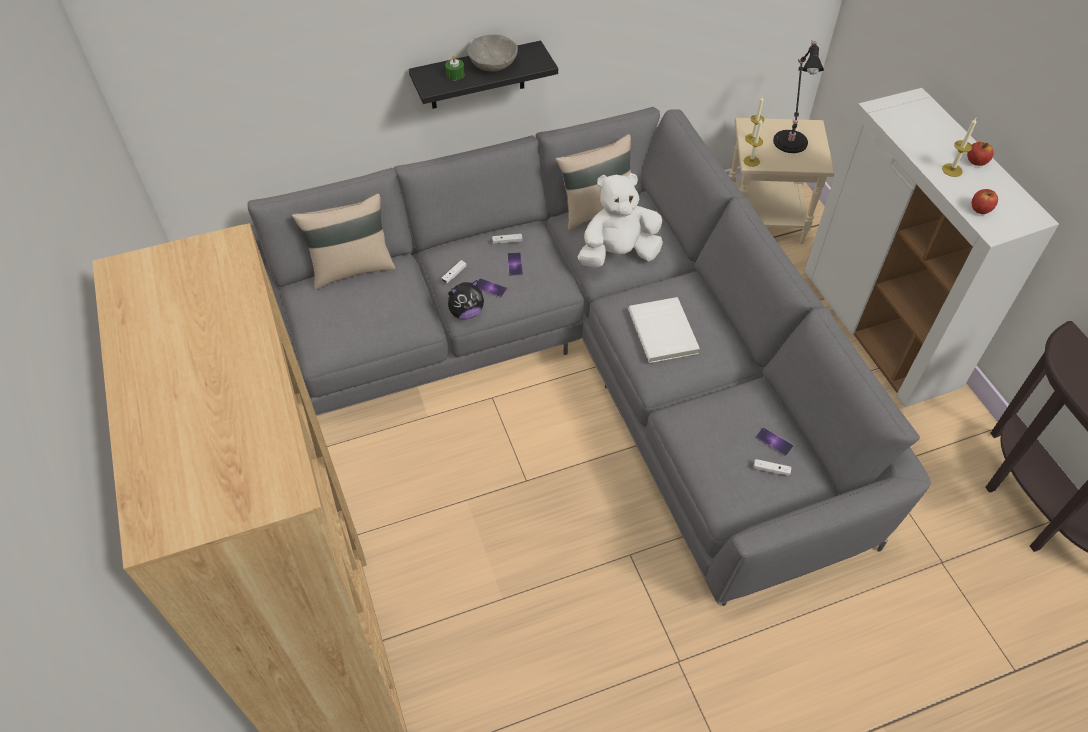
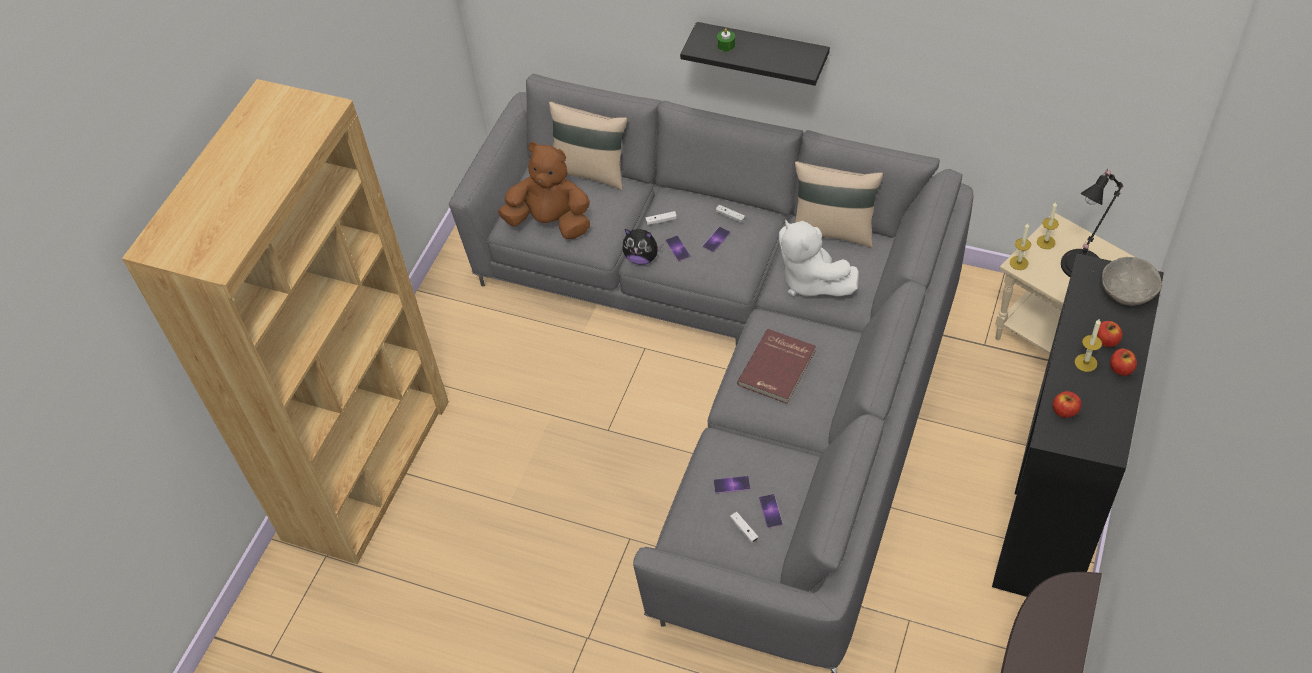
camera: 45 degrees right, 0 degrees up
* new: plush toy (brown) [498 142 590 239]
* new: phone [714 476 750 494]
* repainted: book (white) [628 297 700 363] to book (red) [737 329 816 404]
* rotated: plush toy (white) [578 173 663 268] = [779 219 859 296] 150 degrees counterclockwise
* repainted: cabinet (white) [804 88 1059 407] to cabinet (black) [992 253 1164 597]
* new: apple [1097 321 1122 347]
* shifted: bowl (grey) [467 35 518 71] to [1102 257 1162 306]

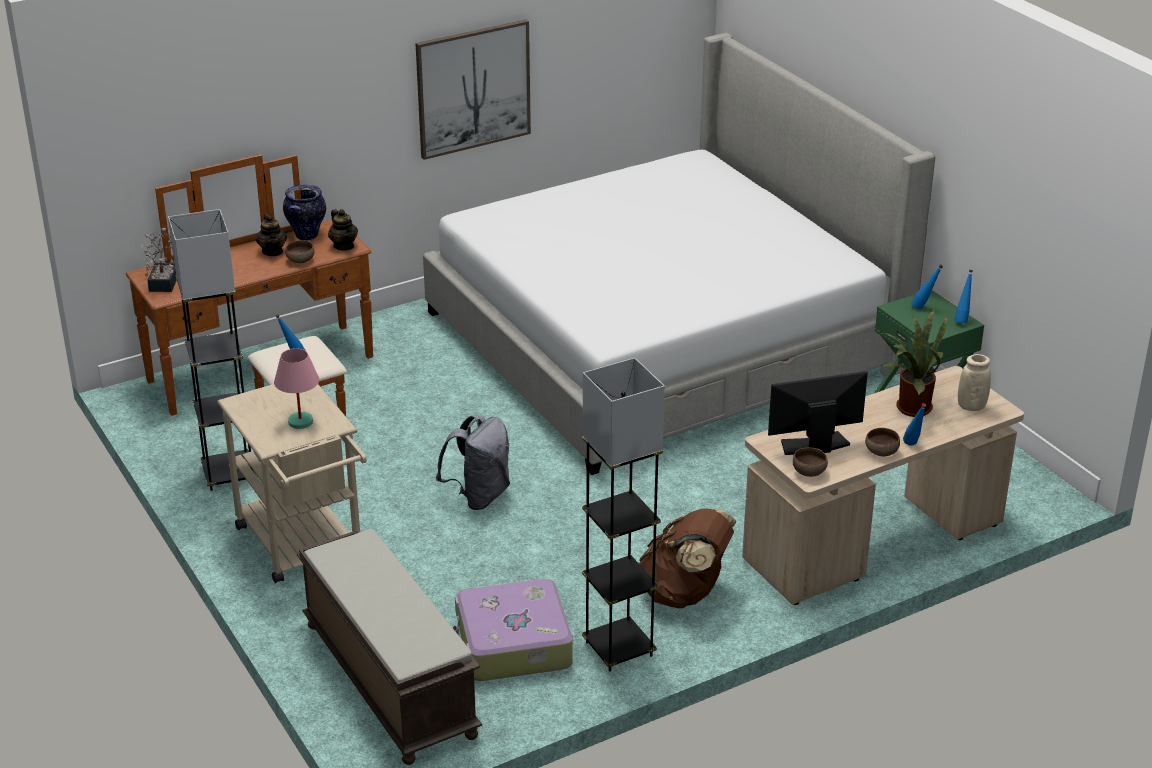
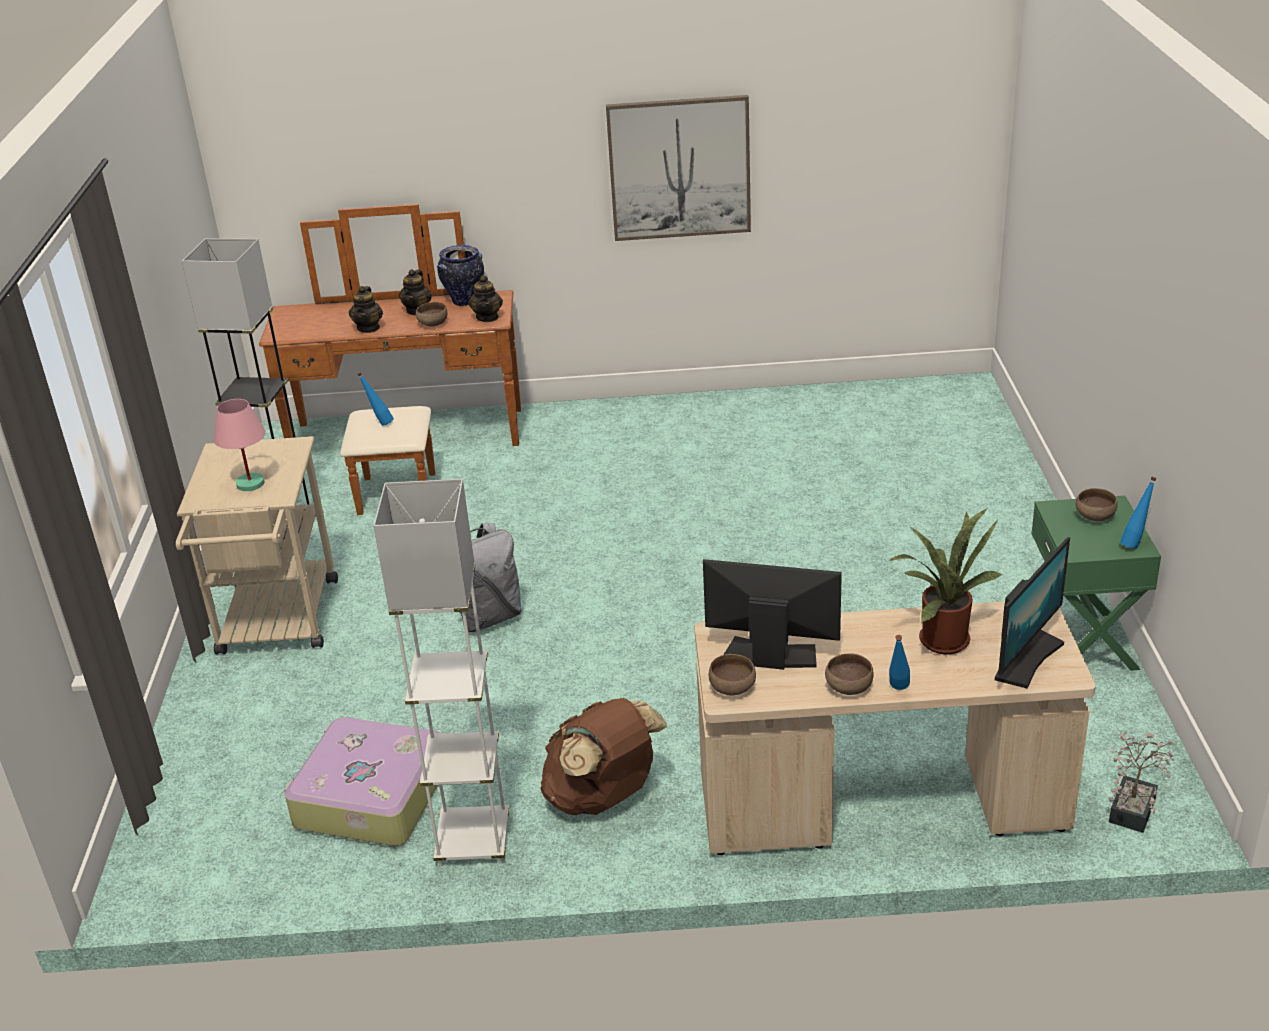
camera: 30 degrees right, 0 degrees up
* new: teapot [349 286 383 333]
* repainted: floor lamp (black) [582 358 665 672] to floor lamp (white) [373 479 509 866]
* swapped: vase (beige) [958 354 991 411] to monitor [995 537 1070 689]
* swapped: bottle (blue) [911 264 943 310] to bowl (brown) [1076 488 1118 521]
* shifted: potted plant [141 228 177 292] to [1109 731 1174 833]
* gone: bench (brown) [297 529 482 765]
* gone: bed [423 33 935 475]

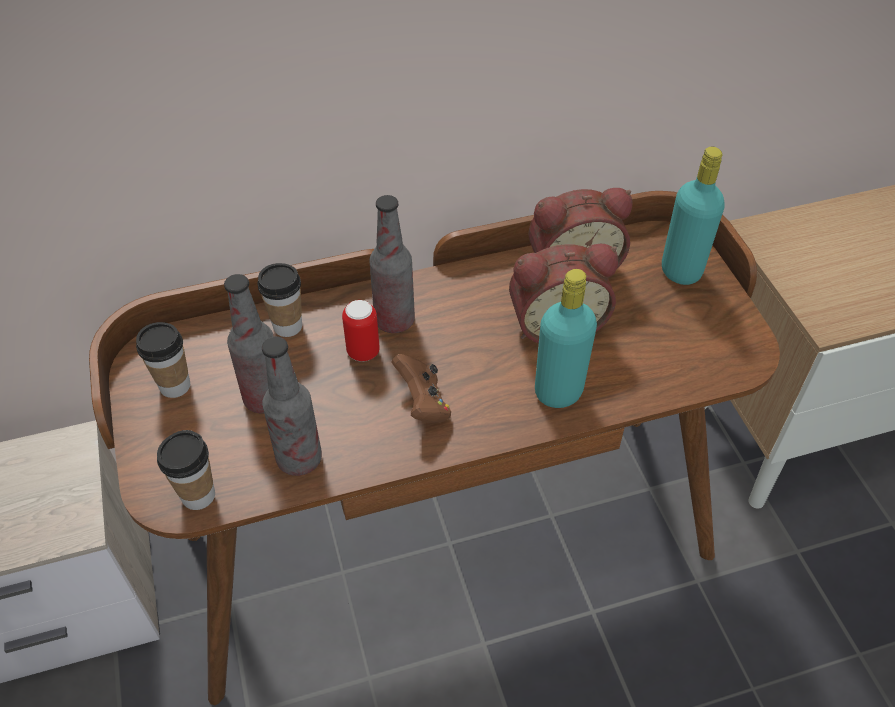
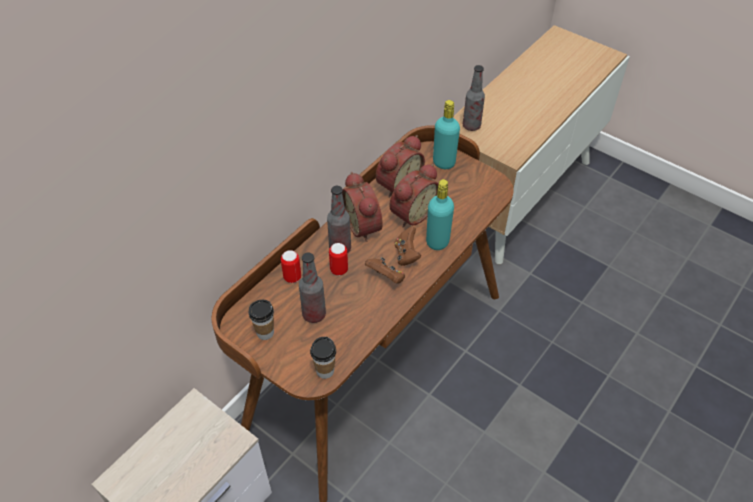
camera: 35 degrees left, 0 degrees up
* swapped: cup [258 263 302 337] to can [281 250 301 283]
* new: alarm clock [342 172 383 242]
* new: game controller (brown) [395 227 421 266]
* shifted: bottle [262 336 322 476] to [463 65 485 131]

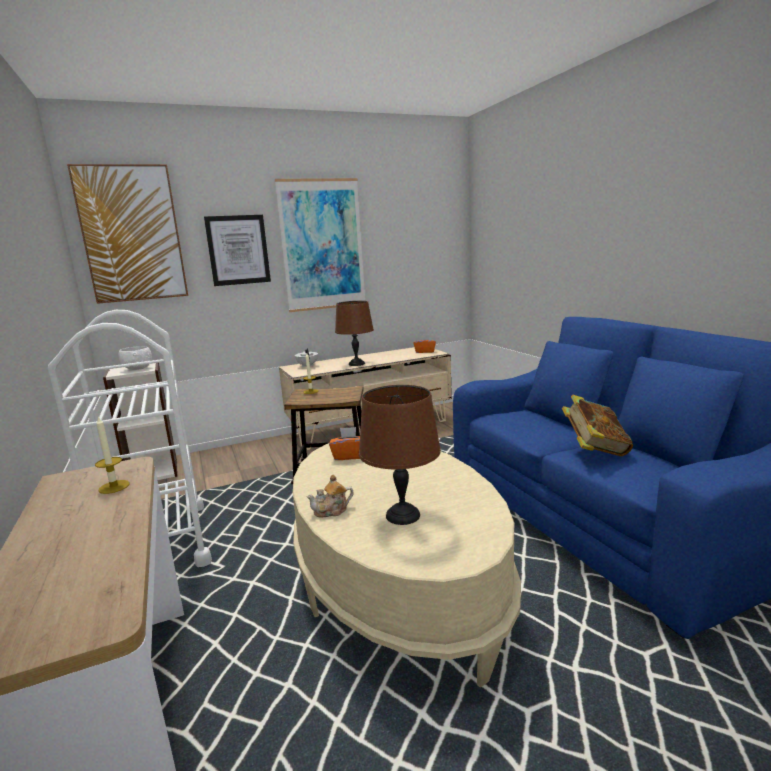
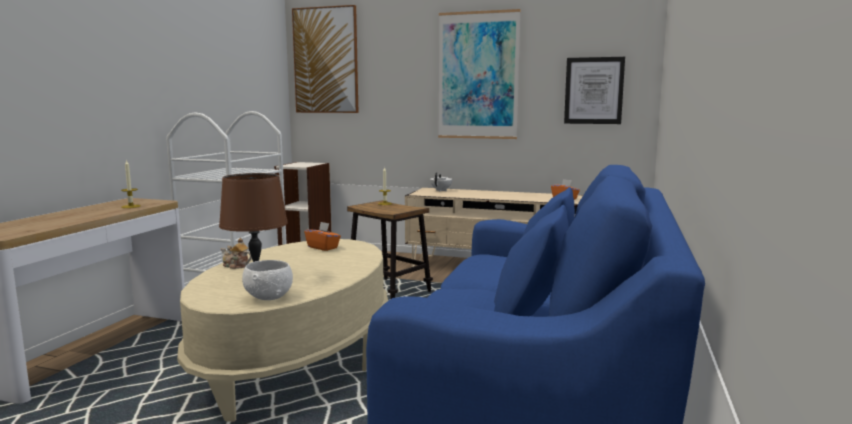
camera: 40 degrees right, 5 degrees down
* shifted: bowl (white) [118 346 152 370] to [242 260 293 300]
* shifted: picture [204 215 271 286] to [564 57 625 124]
* gone: table lamp (brown) [335 301 374 366]
* gone: book [562 395 633 456]

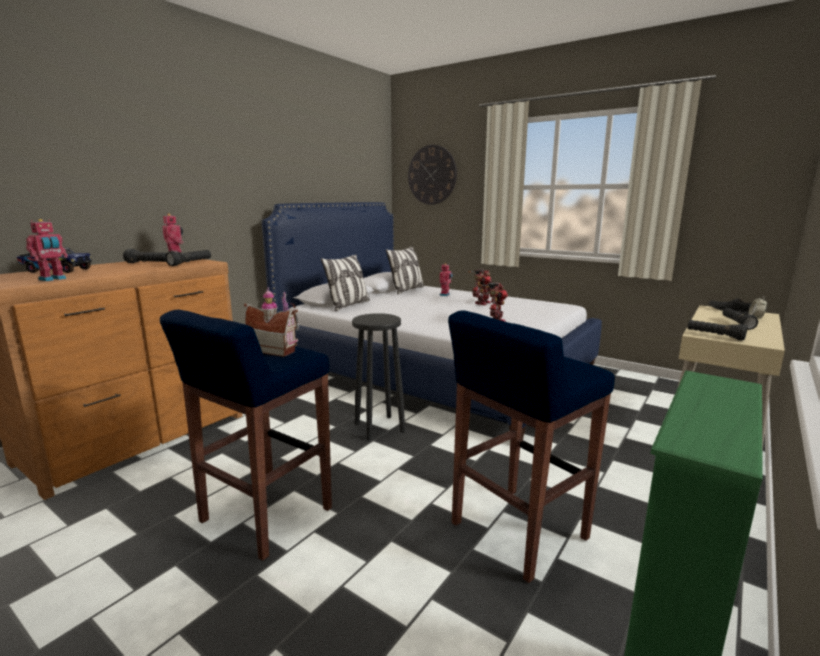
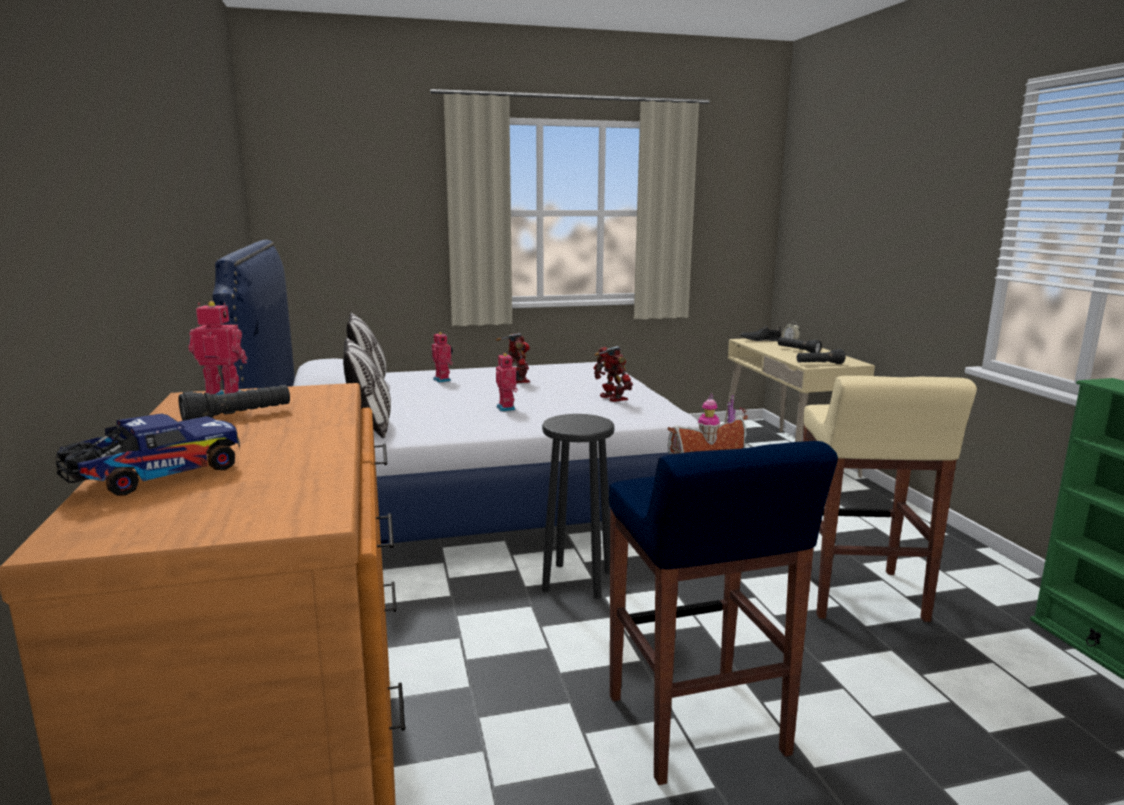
camera: 50 degrees left, 0 degrees up
* shifted: toy robot [26 219 68 281] to [496 353 519 412]
* repainted: stool (blue) [448 310 615 583] to stool (beige) [803 376 977 622]
* gone: flashlight (black) [165 250 211 266]
* gone: wall clock [408 145 457 205]

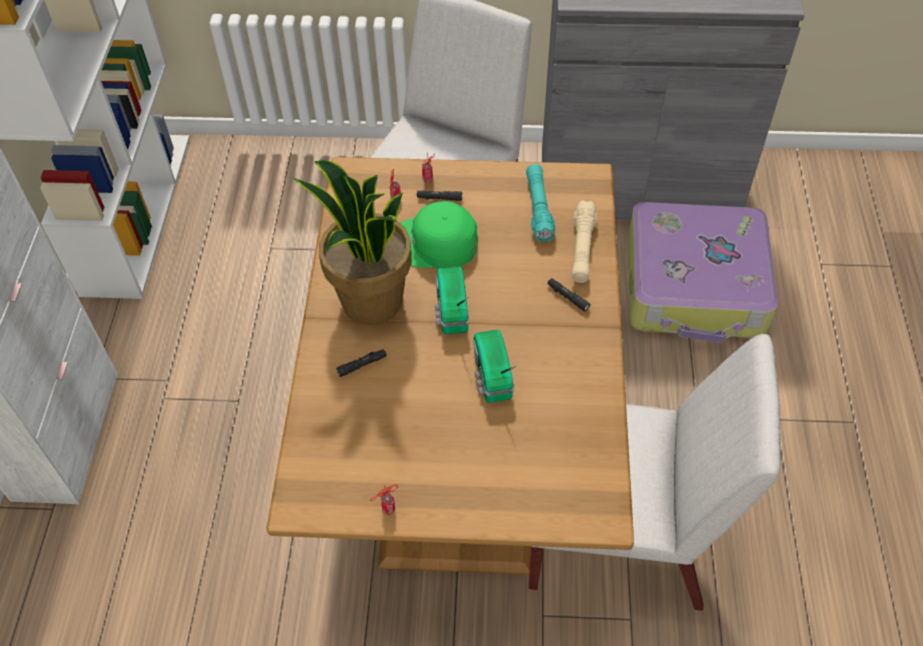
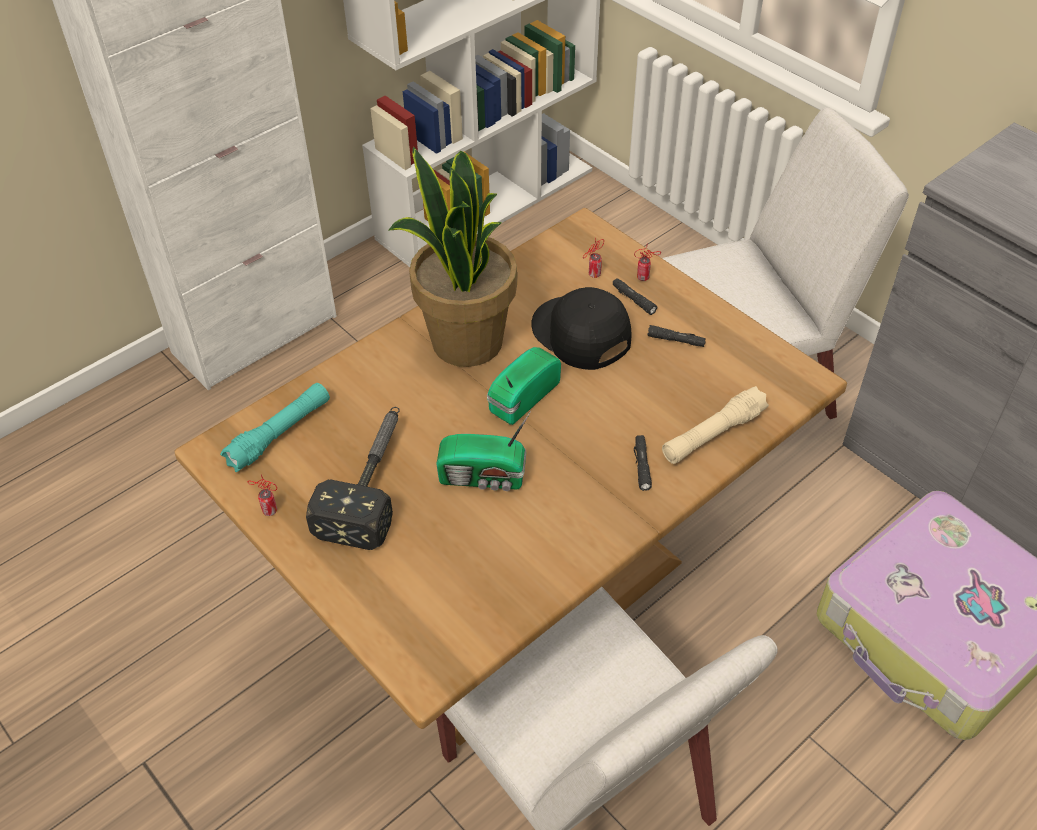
camera: 45 degrees right, 5 degrees down
* shifted: flashlight (turquoise) [526 164 555 242] to [220 383 330 472]
* new: hammer [306 407 400 550]
* rotated: radio [474 330 516 403] = [436 411 531 491] 120 degrees counterclockwise
* repainted: cap (green) [400 201 478 268] to cap (black) [532 287 632 370]
* shifted: flashlight (black) [336 349 386 377] to [648 325 706 347]

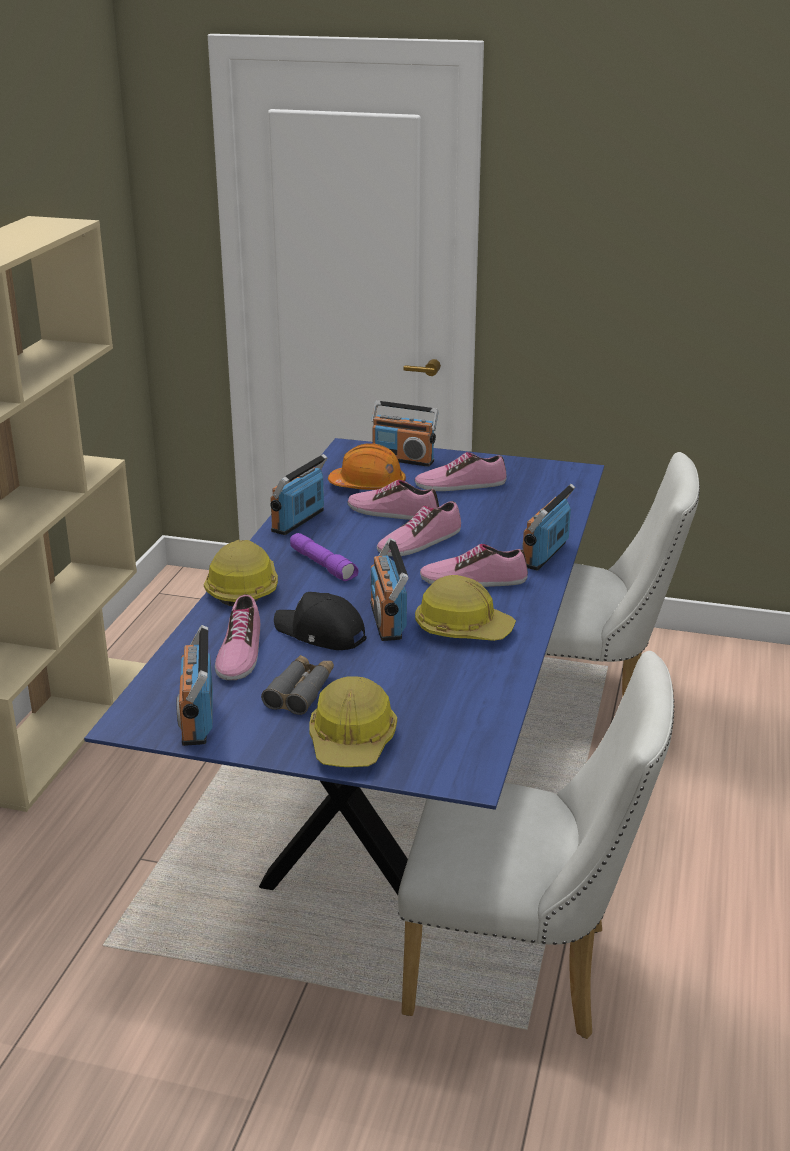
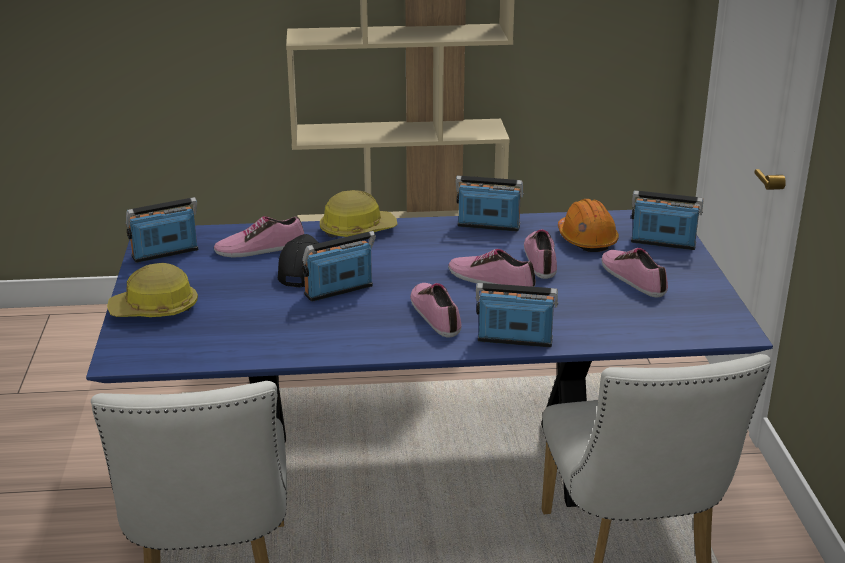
camera: 70 degrees right, 0 degrees up
* rotated: radio [371 401 439 467] = [631 190 704 250] 105 degrees clockwise
* gone: binoculars (grey) [261 655 334 715]
* gone: flashlight (purple) [290 533 359 581]
* gone: hard hat [415 575 516 641]

